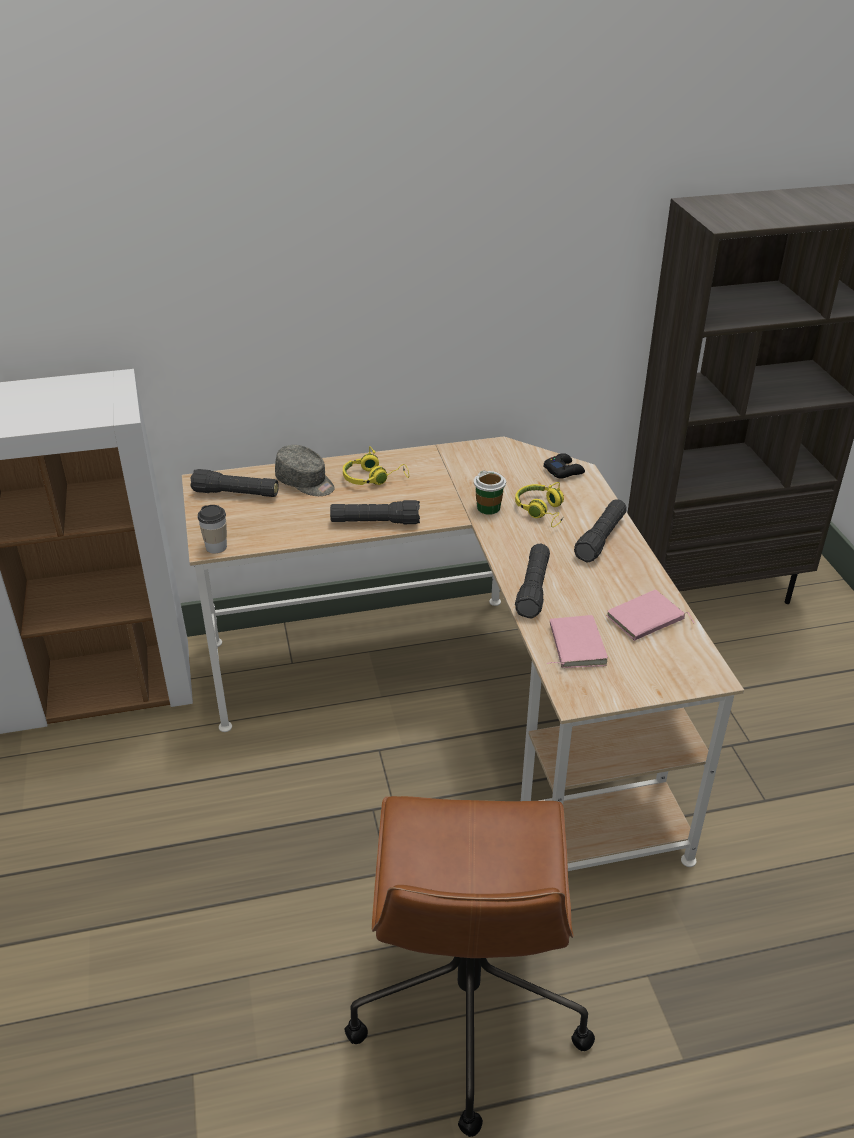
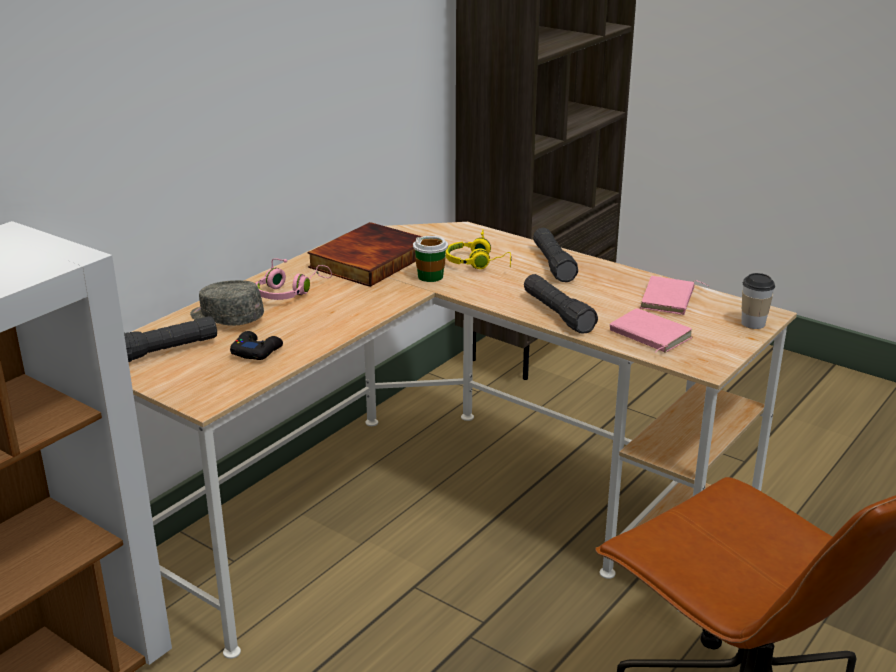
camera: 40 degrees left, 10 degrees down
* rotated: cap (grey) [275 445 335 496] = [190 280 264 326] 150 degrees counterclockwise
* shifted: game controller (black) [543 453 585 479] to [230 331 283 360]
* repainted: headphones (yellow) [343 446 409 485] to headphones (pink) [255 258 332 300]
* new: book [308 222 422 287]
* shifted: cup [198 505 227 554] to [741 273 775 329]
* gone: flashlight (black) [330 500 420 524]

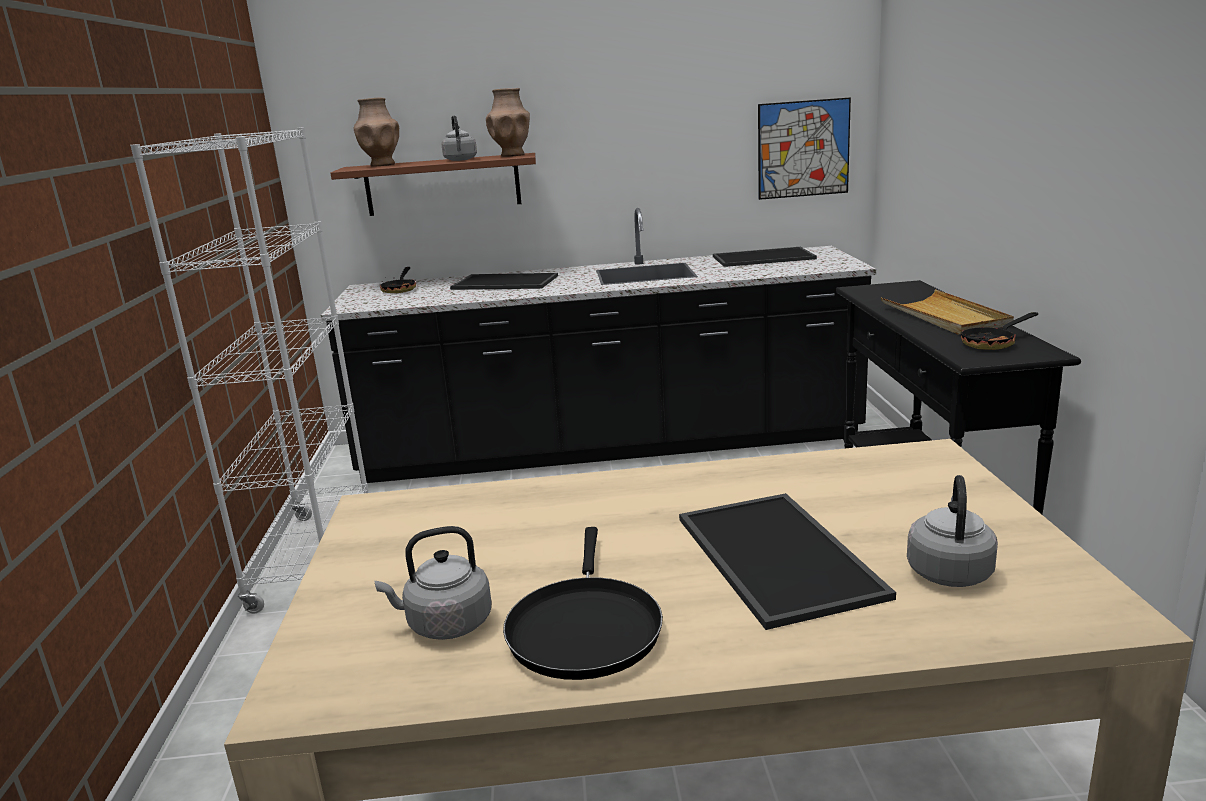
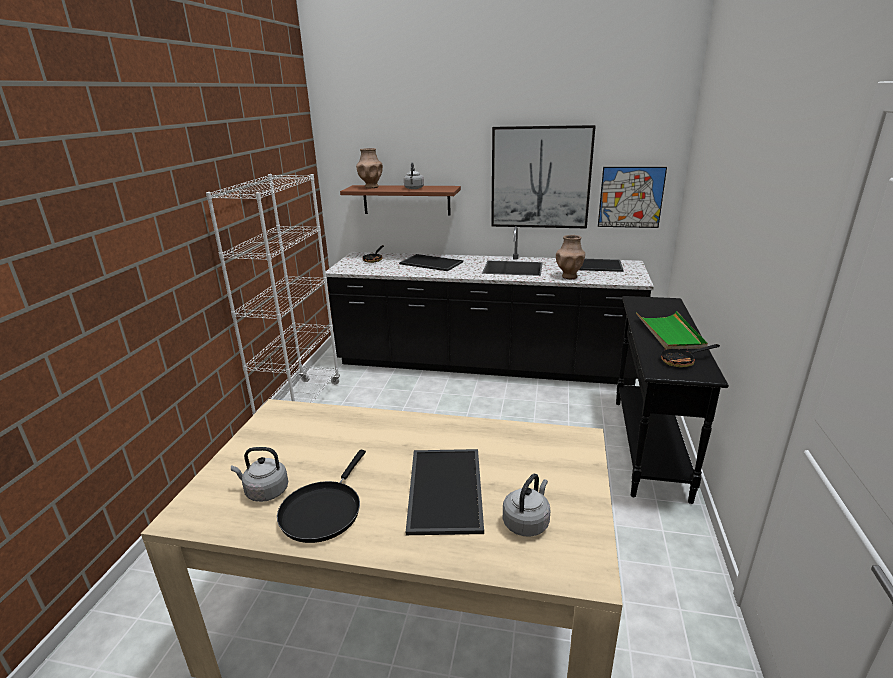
camera: 15 degrees right, 5 degrees up
* new: picture [491 125 596 228]
* shifted: vase (brown) [486 88 530 157] to [556 235 585 279]
* repainted: tray (beige) [881 289 1014 335] to tray (green) [636 311 708 350]

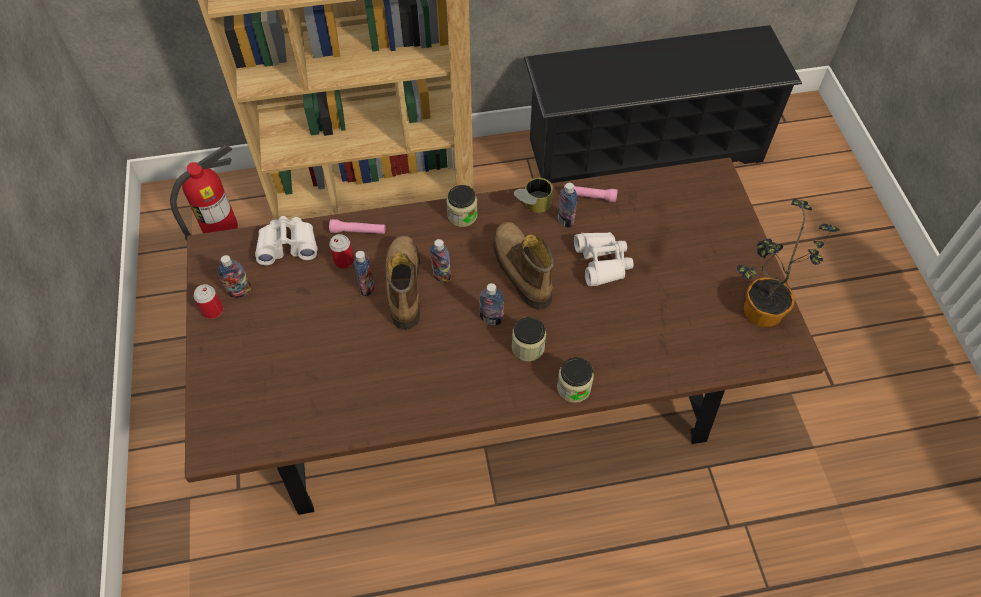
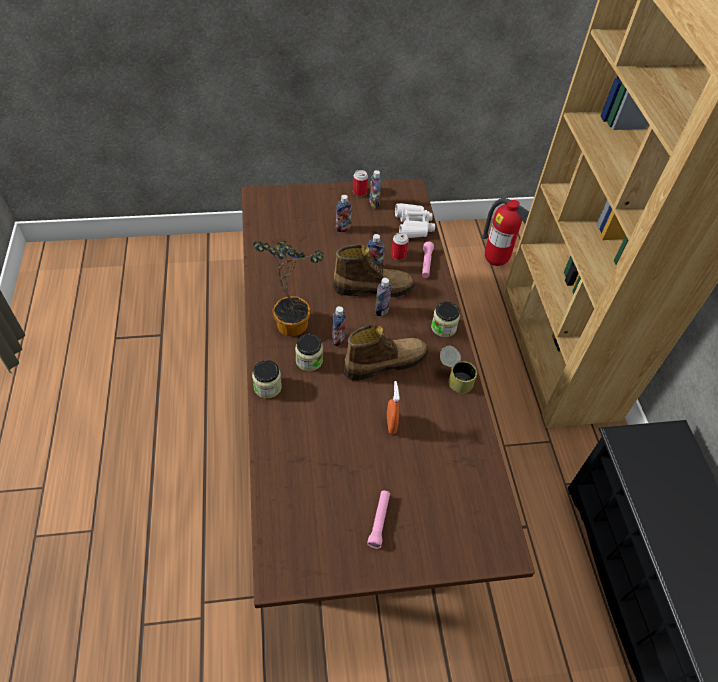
camera: 90 degrees right, 5 degrees down
* shifted: potted plant [737 199 840 327] to [253 240 324 336]
* shifted: bottle [558 183 577 228] to [336 195 352 232]
* shifted: flashlight (pink) [564 185 618 202] to [367 490 390 549]
* swapped: binoculars (white) [574 232 634 286] to spray bottle (orange) [387 381 400 434]

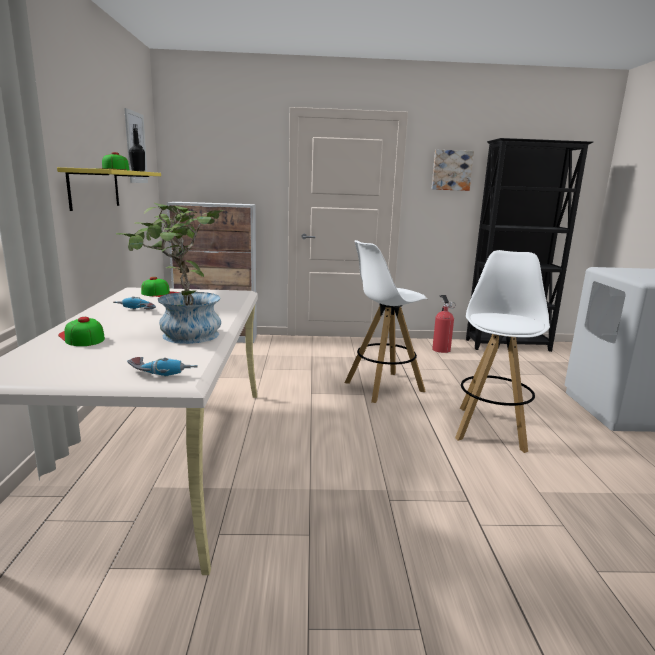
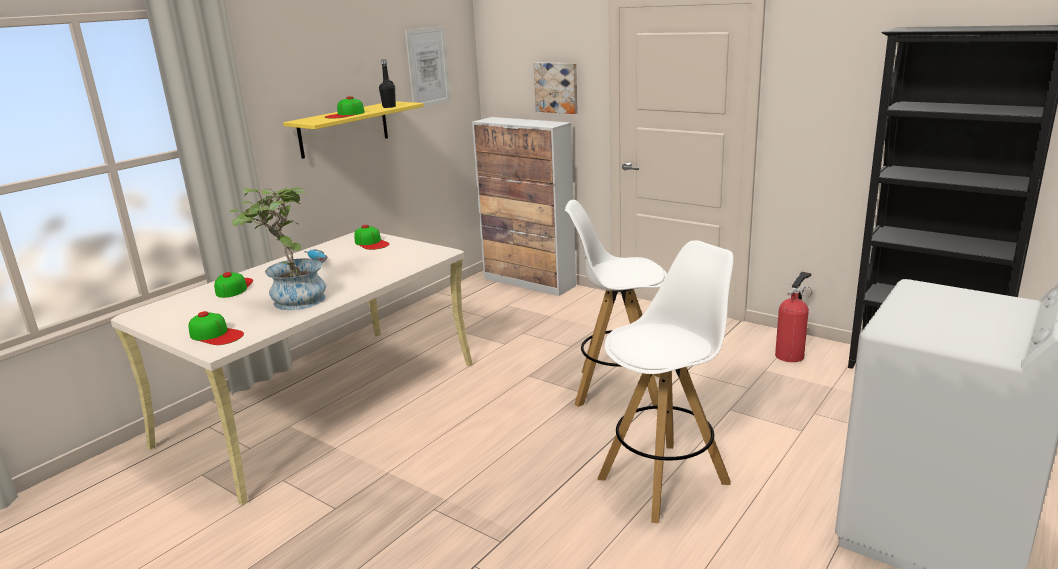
camera: 40 degrees right, 5 degrees up
* swapped: power drill [127 357 198 376] to cap [188 311 244 345]
* shifted: picture [432 150 474 191] to [533 63 578 114]

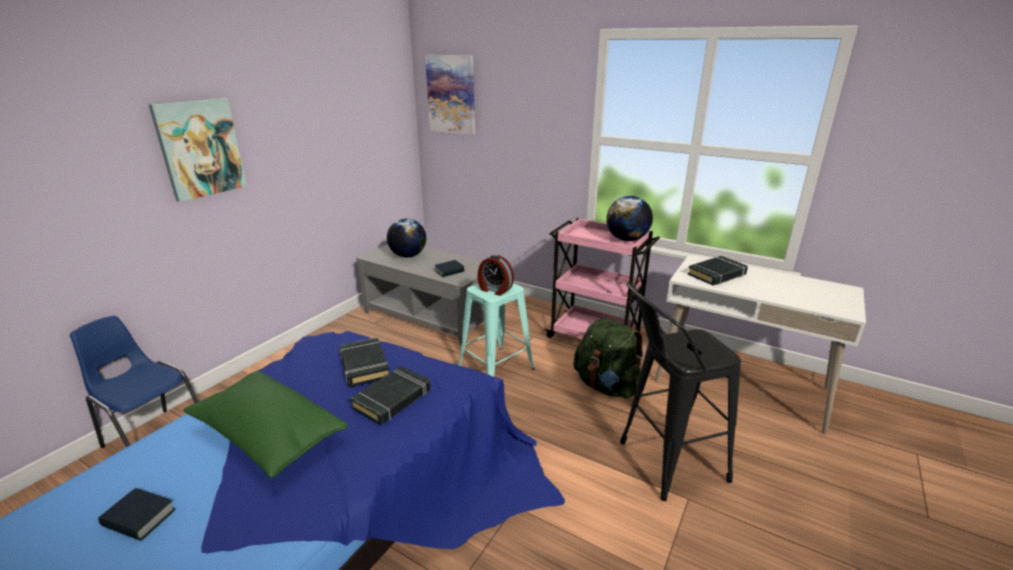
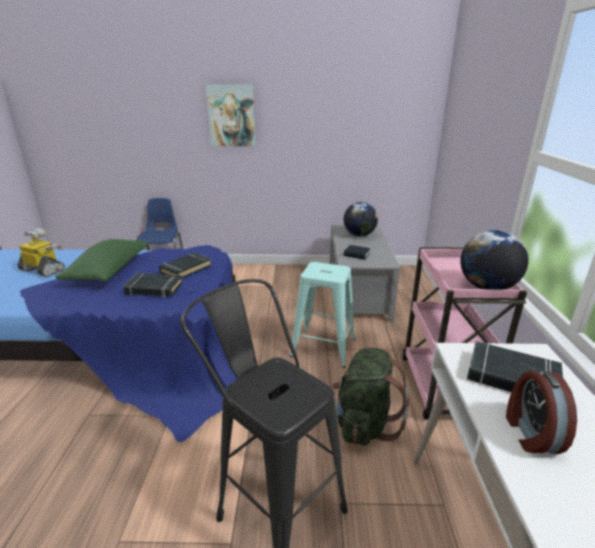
camera: 60 degrees right, 0 degrees up
* swapped: book [98 488 176 541] to toy robot [17 228 65 277]
* shifted: alarm clock [478 255 514 296] to [506 371 577 454]
* gone: picture [425 55 475 135]

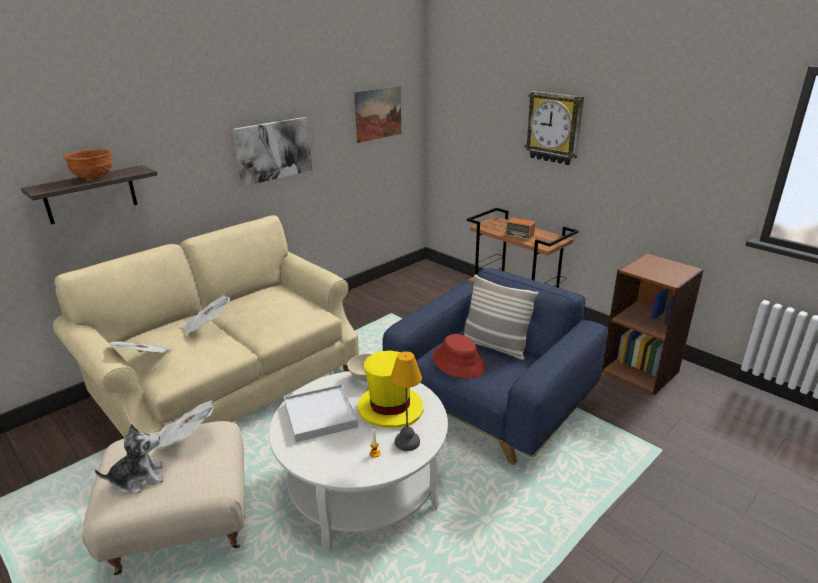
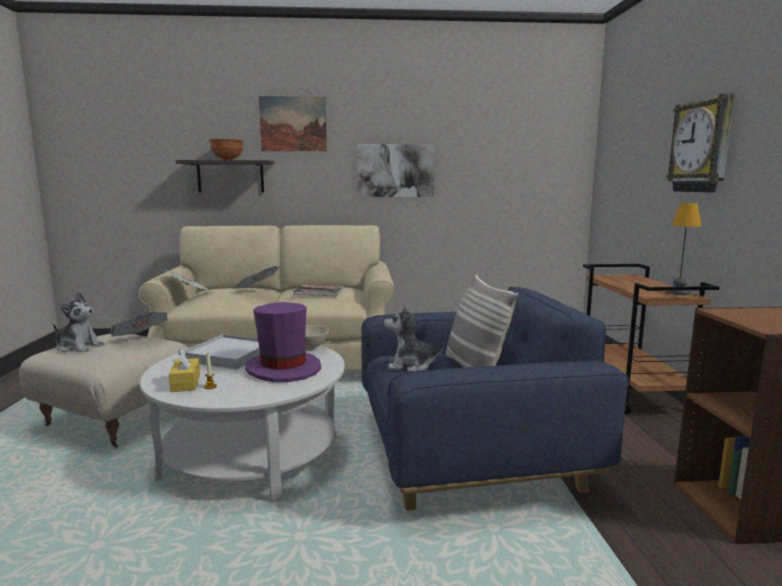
camera: 40 degrees right, 15 degrees down
* new: tissue box (yellow) [169 349 200 392]
* repainted: hat (yellow) [358 351 423 428] to hat (purple) [245 302 321 382]
* shifted: picture [354 86 401 143] to [259 96 327 151]
* new: book [293 285 344 296]
* swapped: hat (red) [432 334 486 379] to plush toy [384 306 444 372]
* shifted: table lamp [390 351 422 451] to [666 203 702 295]
* gone: radio [489 218 535 239]

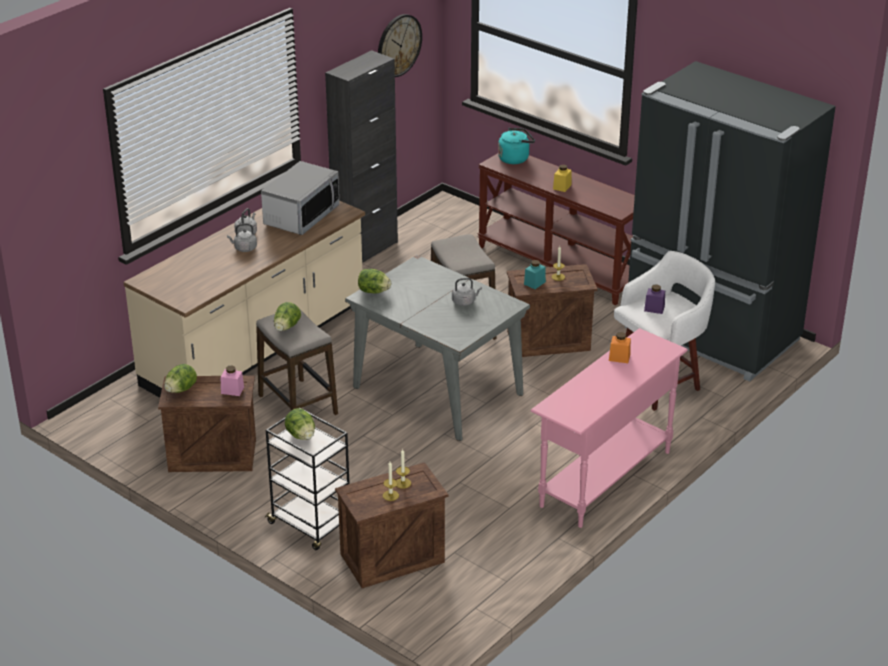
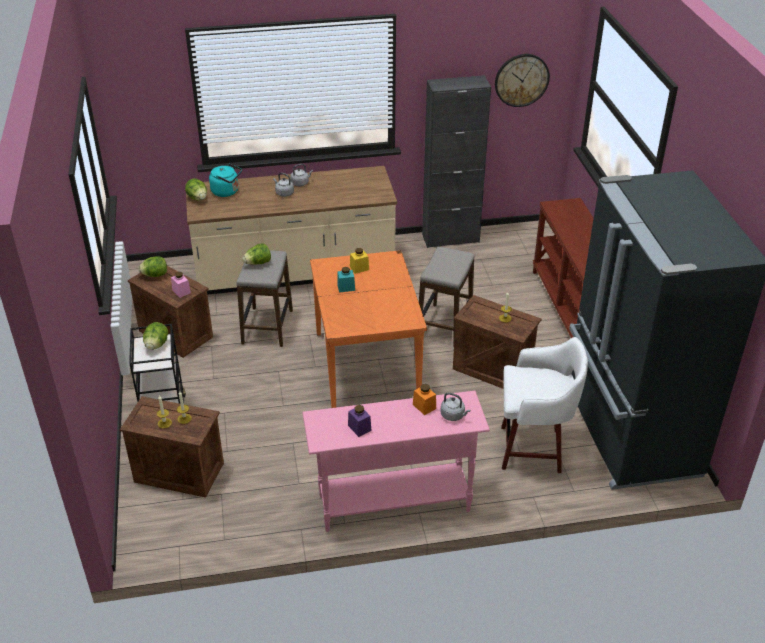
camera: 40 degrees right, 5 degrees up
* shifted: lettuce [358 269 391 294] to [185 178 207 201]
* shifted: kettle (turquoise) [498 128 535 164] to [209 164 242 197]
* repainted: dining table (grey) [345 255 530 441] to dining table (orange) [310 250 427 408]
* shifted: jar (turquoise) [524 260 546 289] to [337 267 355 292]
* shifted: jar (purple) [644 285 665 314] to [348 405 371 437]
* shifted: jar (yellow) [553 164 572 192] to [350 248 369 274]
* shifted: kettle (grey) [452 278 482 306] to [441 392 470 421]
* gone: microwave [261 161 339 235]

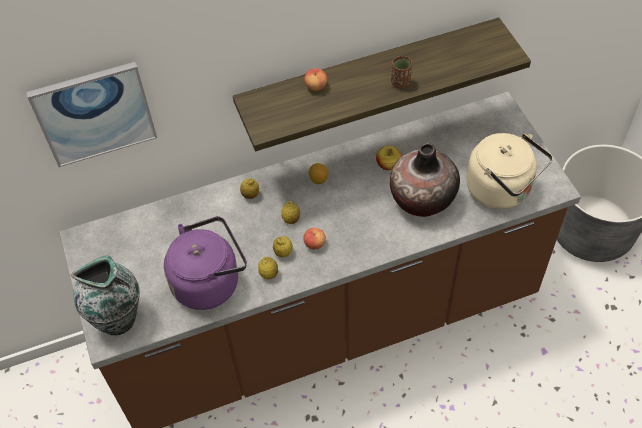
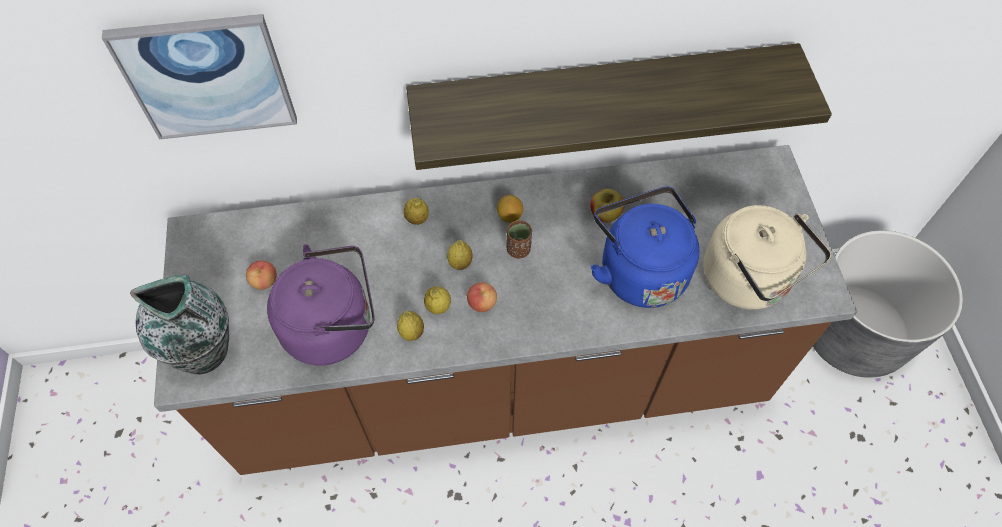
camera: 10 degrees right, 5 degrees up
* shifted: apple [304 68 327 91] to [246 260 277 290]
* shifted: cup (brown) [391 56 412 88] to [507 220 532 258]
* swapped: vase [390 143 460 217] to kettle (blue) [591 187 699 308]

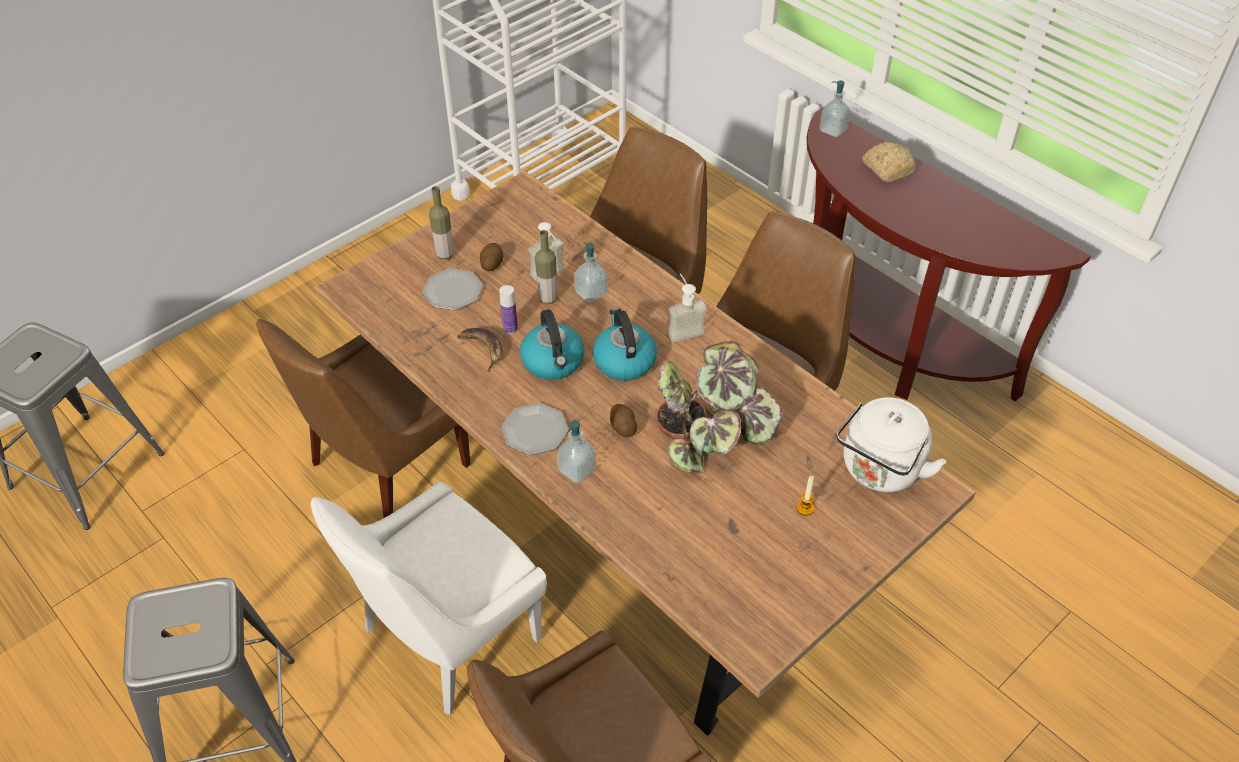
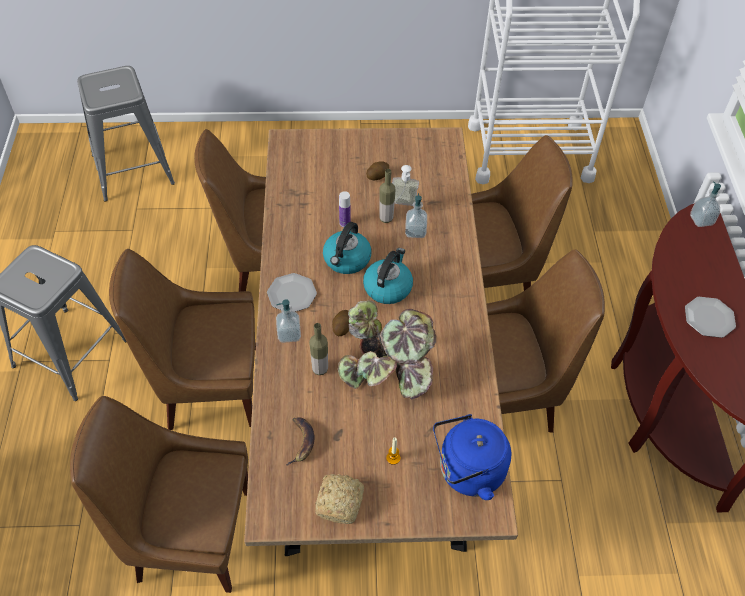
camera: 40 degrees right, 5 degrees up
* repainted: chair (white) [310 482 547 715] to chair (brown) [109 249 256 430]
* shifted: banana [457 328 502 372] to [286 417 314 465]
* shifted: bottle [429 186 454 260] to [309 323 328 375]
* shifted: bread [862 142 916 182] to [315 474 364 524]
* repainted: kettle (white) [836 397 946 492] to kettle (blue) [433 414 512 500]
* shifted: plate [422 268 483 310] to [685 297 736 338]
* gone: soap dispenser [668 274 707 342]

